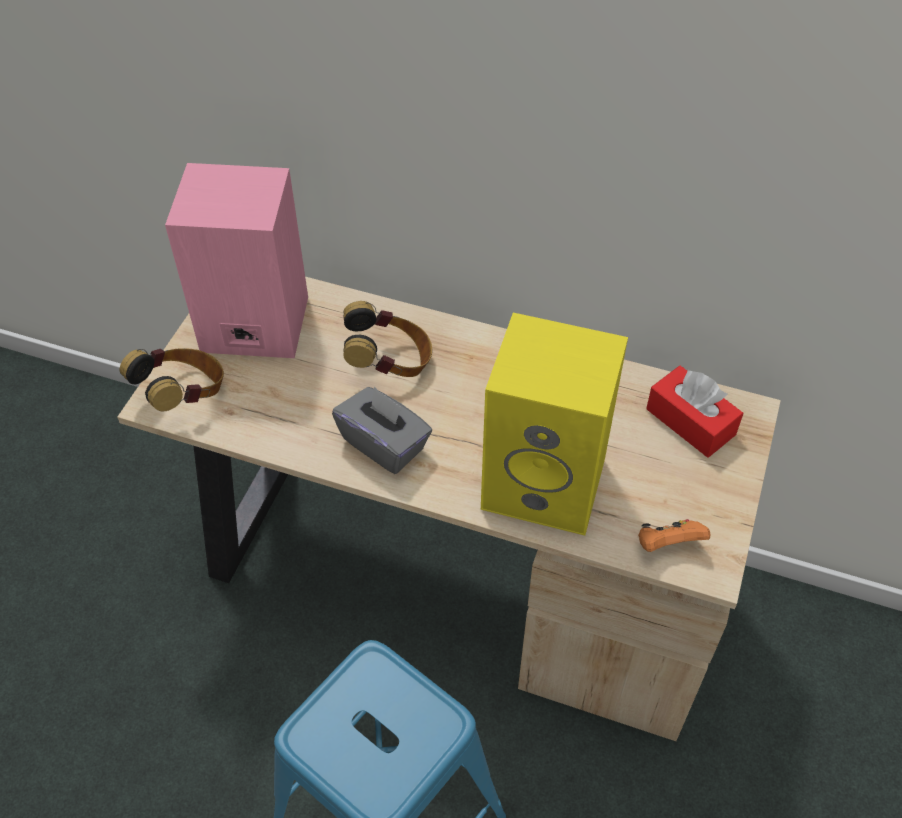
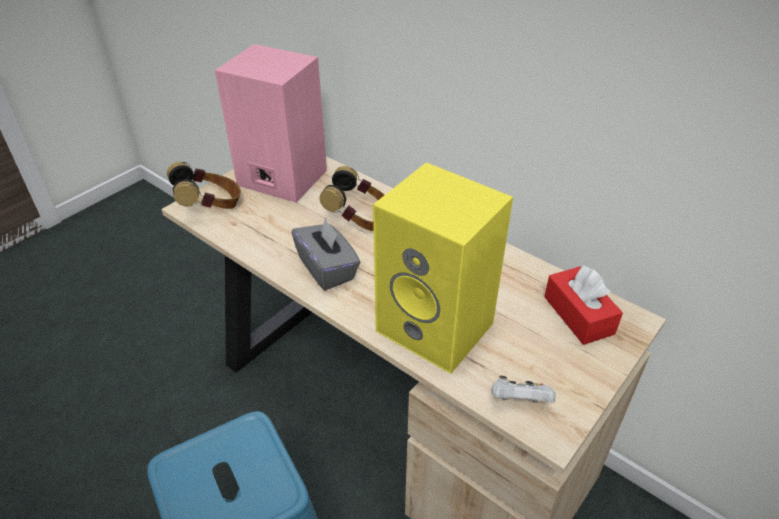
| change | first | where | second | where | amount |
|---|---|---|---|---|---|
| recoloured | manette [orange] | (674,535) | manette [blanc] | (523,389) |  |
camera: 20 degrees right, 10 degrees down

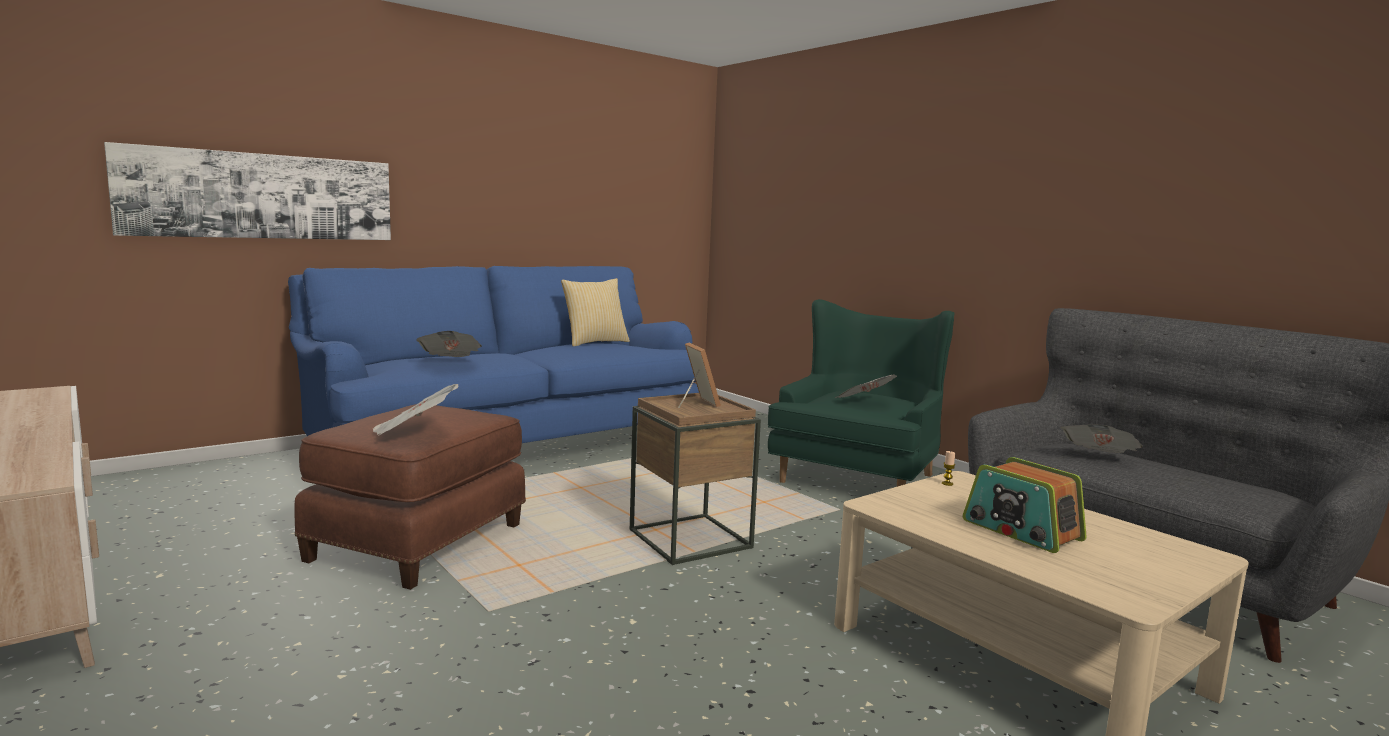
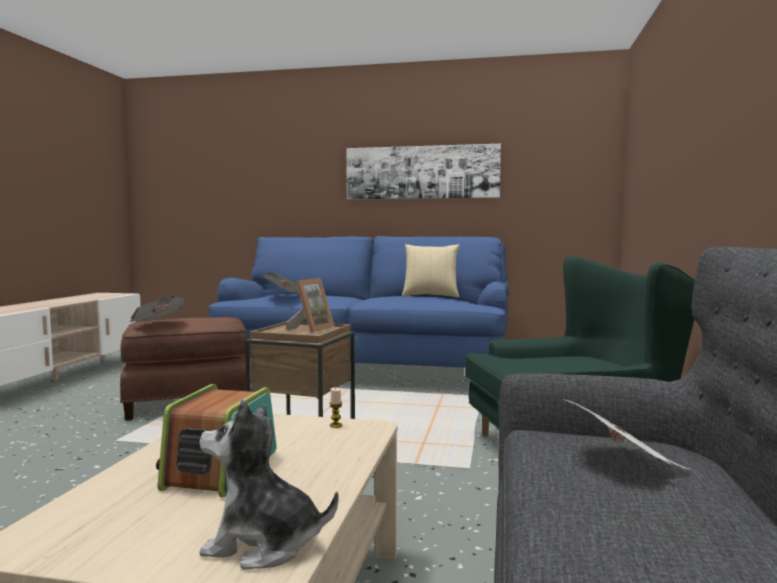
| change | first | where | second | where | amount |
|---|---|---|---|---|---|
| removed | journal | (866,386) |  |  |  |
| added |  |  | peluche | (269,485) |  |
| moved | tableau | (247,191) |  | (423,172) |  |
camera: 50 degrees right, 5 degrees down

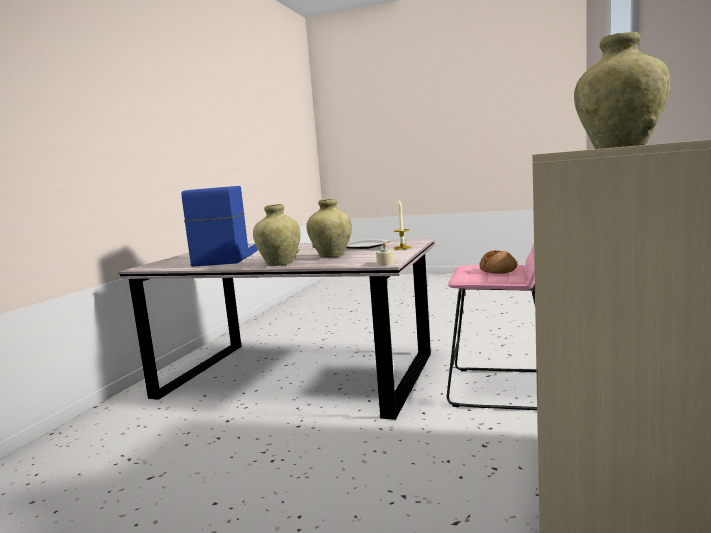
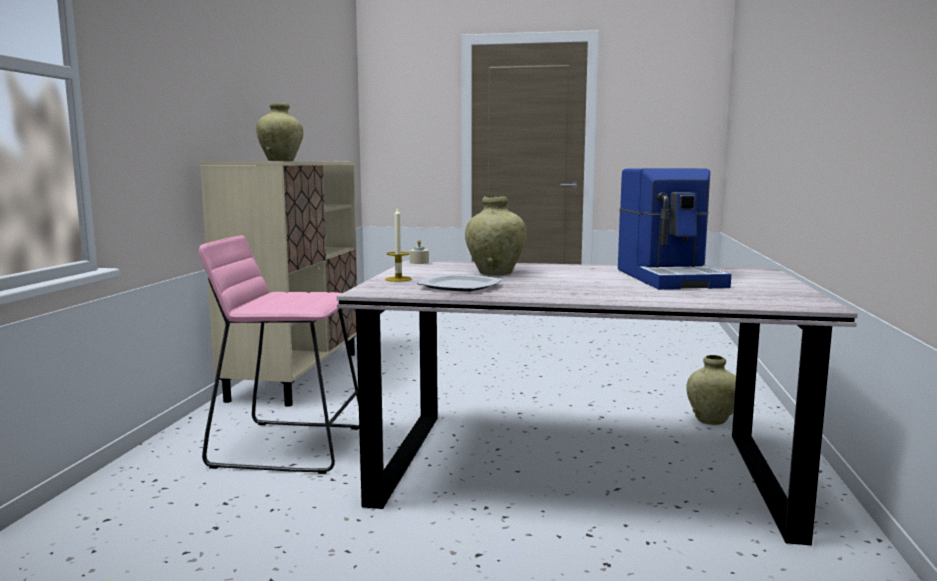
| change | first | where | second | where | amount |
|---|---|---|---|---|---|
| removed | pain | (498,262) |  |  |  |
| moved | vase [beige] | (277,235) |  | (711,390) |  |
camera: 170 degrees right, 0 degrees up

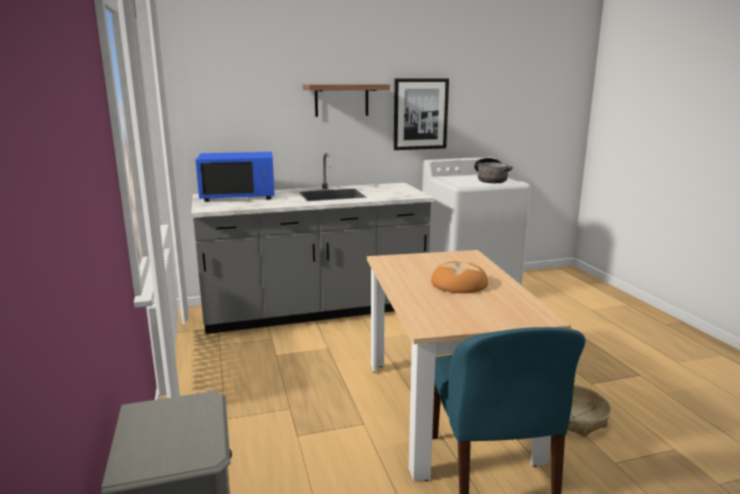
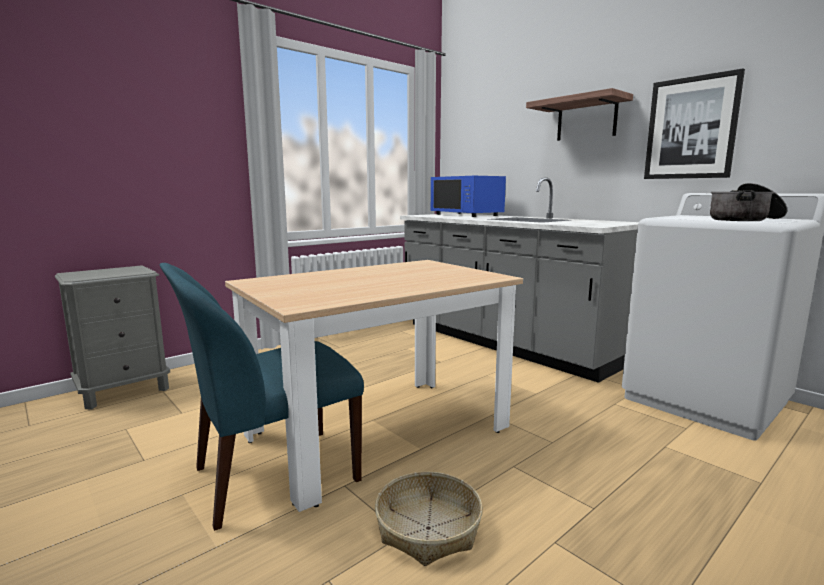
| change | first | where | second | where | amount |
|---|---|---|---|---|---|
| removed | pain | (459,277) |  |  |  |
camera: 65 degrees right, 5 degrees down

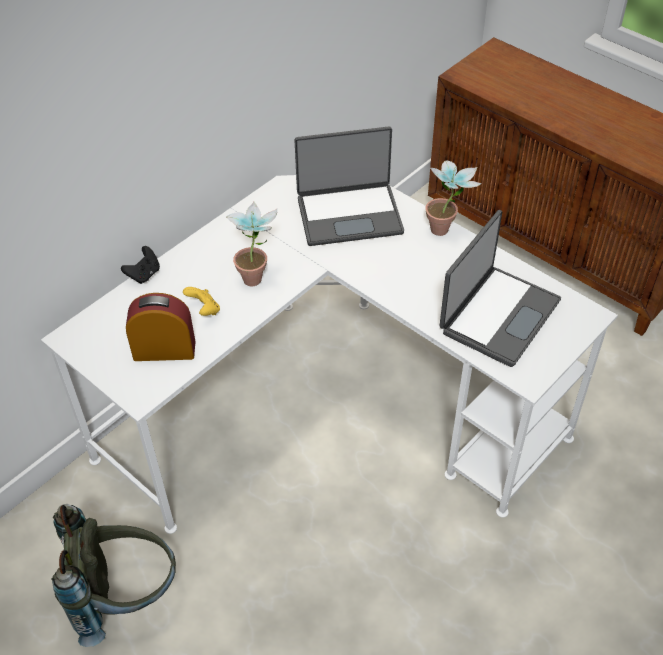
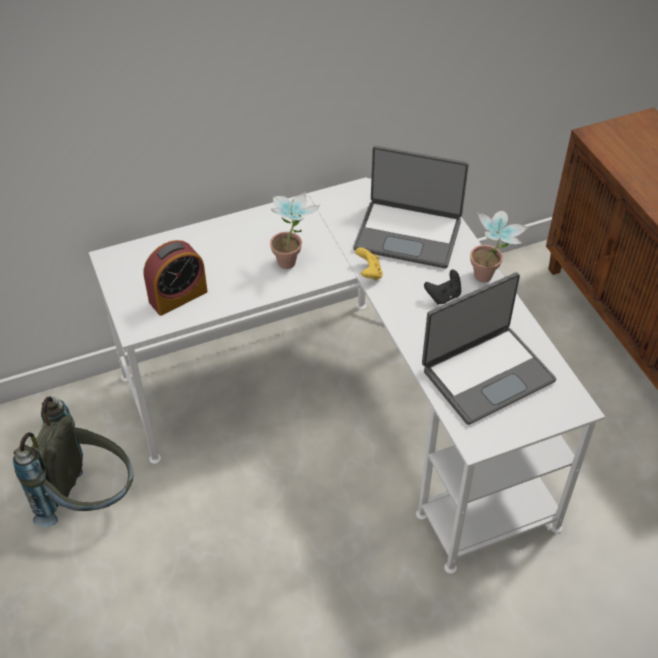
| change | first | where | second | where | amount |
|---|---|---|---|---|---|
| moved | manette [noir] | (140,265) |  | (442,287) |  |
| moved | manette [jaune] | (201,301) |  | (369,264) |  |
| turned | réveil | (161,327) |  | (175,278) | 120 degrees clockwise |
camera: 25 degrees right, 0 degrees up

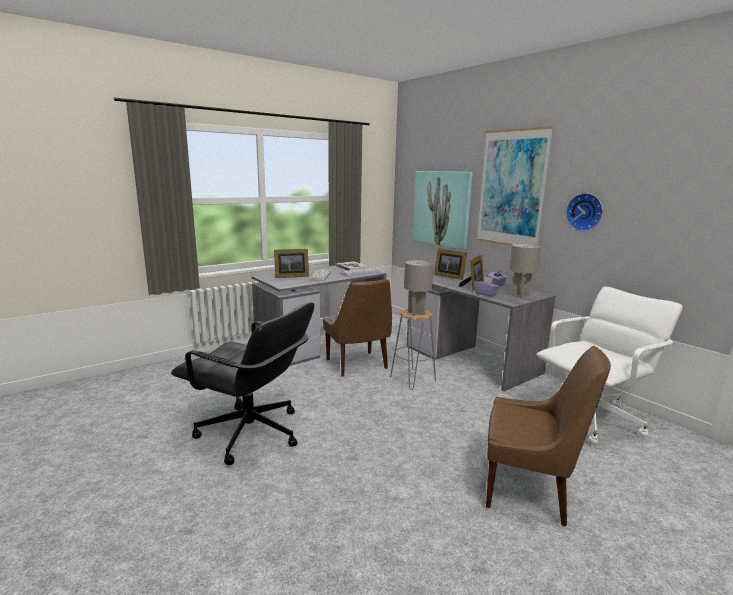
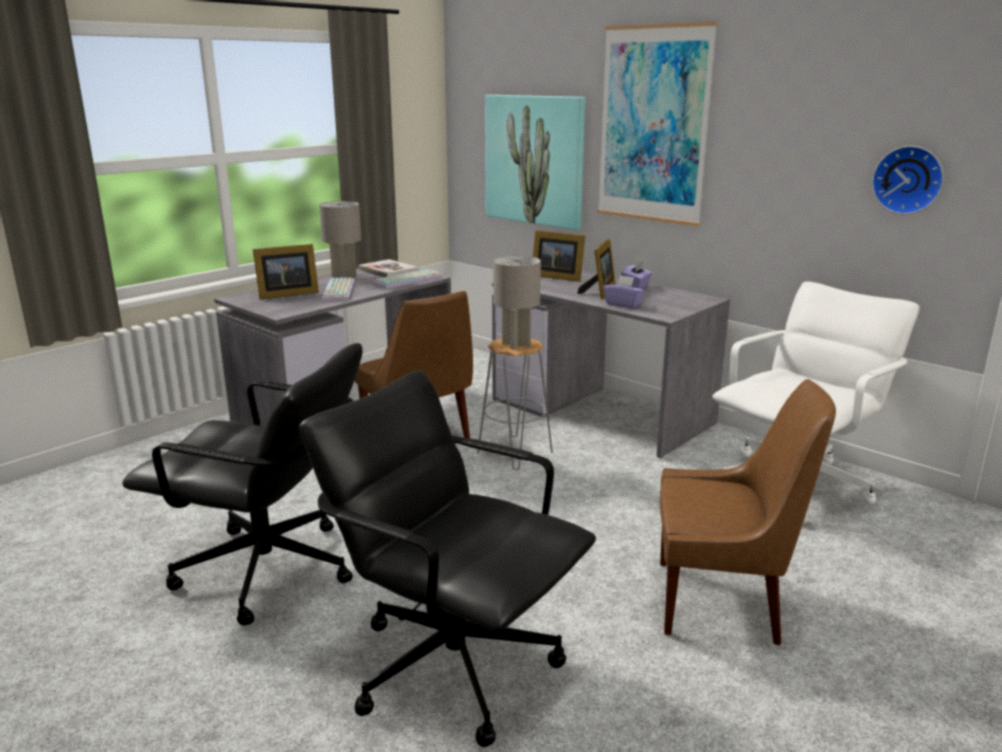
| change | first | where | second | where | amount |
|---|---|---|---|---|---|
| added |  |  | chaise de bureau [noir] | (447,558) |  |
| moved | lampe de table [gris] | (525,270) |  | (340,239) |  |
| moved | horloge murale | (584,212) |  | (908,180) |  |
camera: 10 degrees left, 5 degrees up

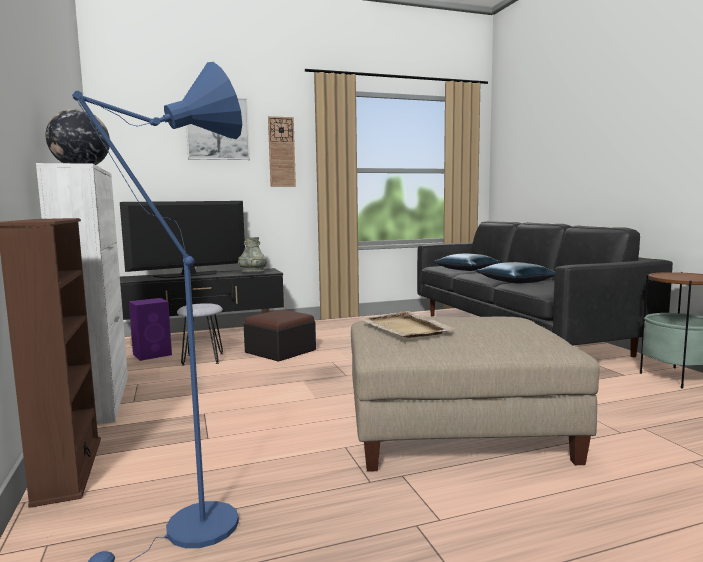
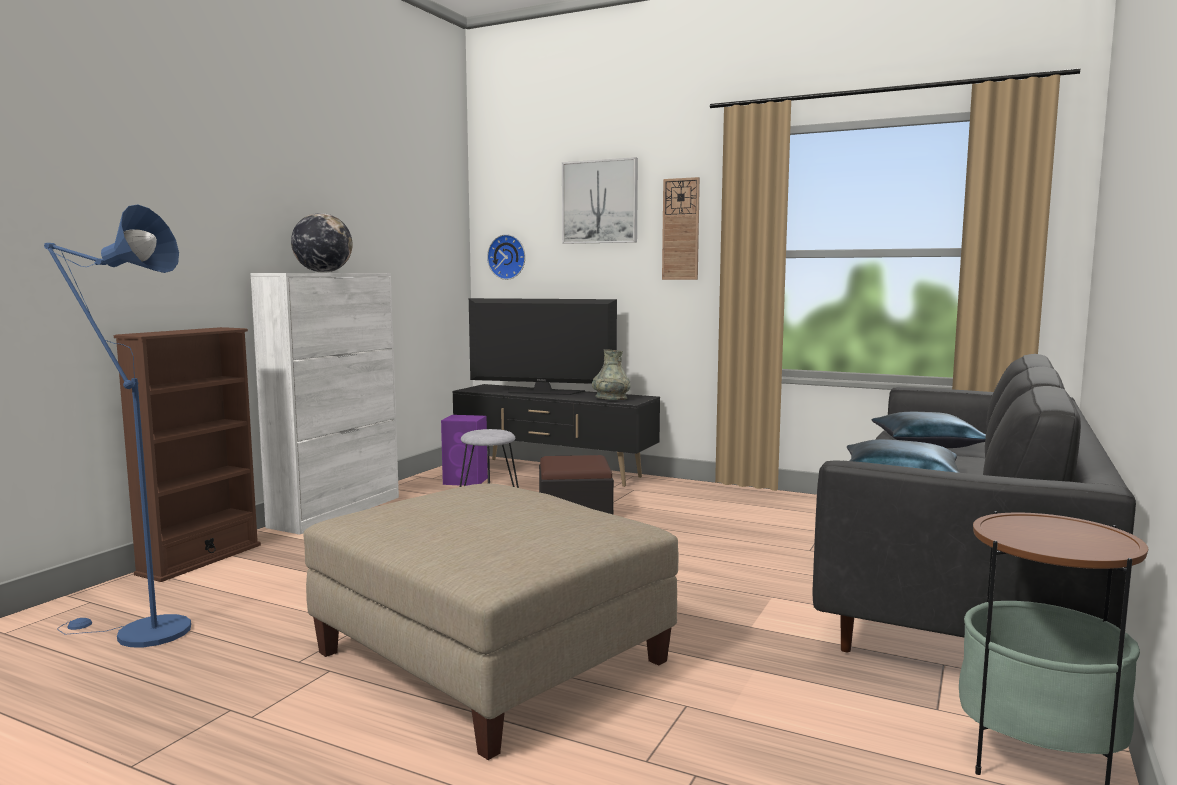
| change | first | where | second | where | amount |
|---|---|---|---|---|---|
| removed | plateau [beige] | (407,324) |  |  |  |
| added |  |  | horloge murale | (506,257) |  |
camera: 45 degrees right, 0 degrees up

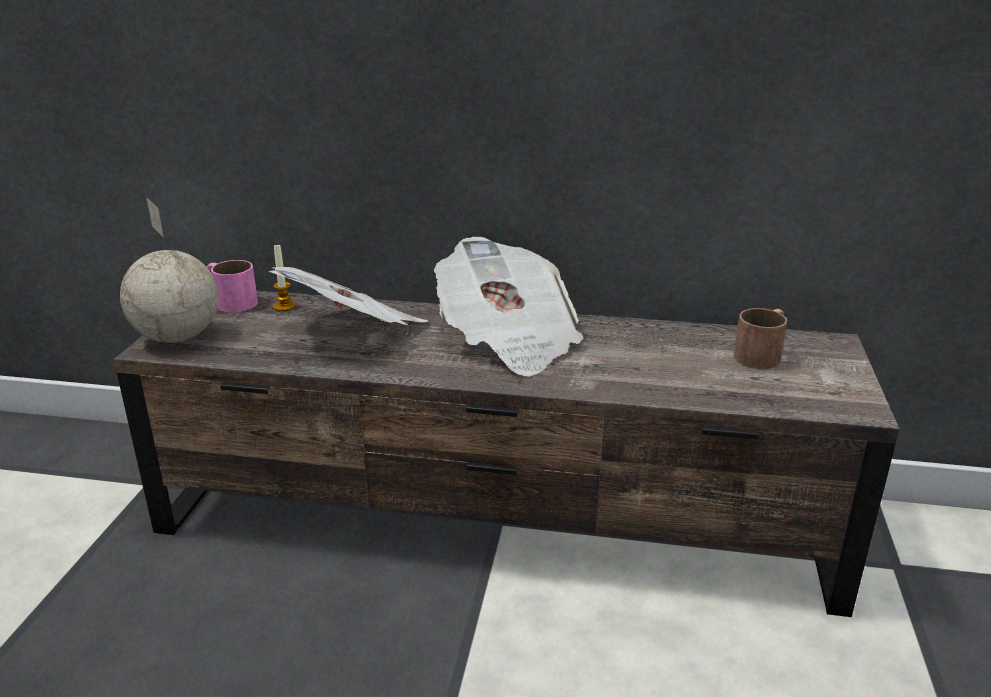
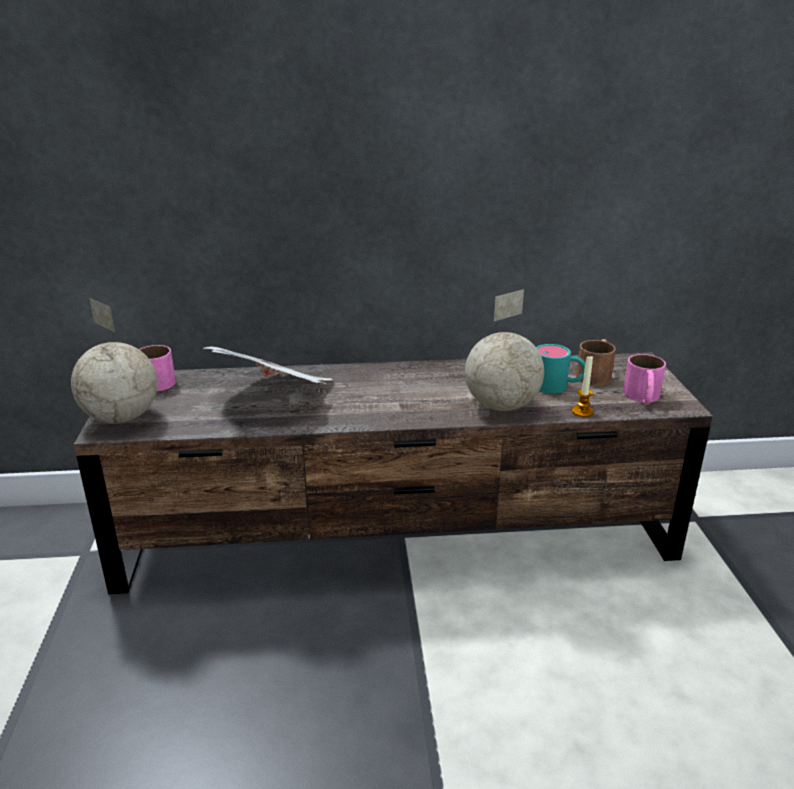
| change | first | where | second | where | amount |
|---|---|---|---|---|---|
| removed | journal | (509,307) |  |  |  |
| added |  |  | globe | (504,350) |  |
| added |  |  | mug [turquoise] | (560,369) |  |
| added |  |  | mug [rose] | (644,379) |  |
| moved | bougie | (284,278) |  | (583,386) |  |
camera: 15 degrees left, 0 degrees up

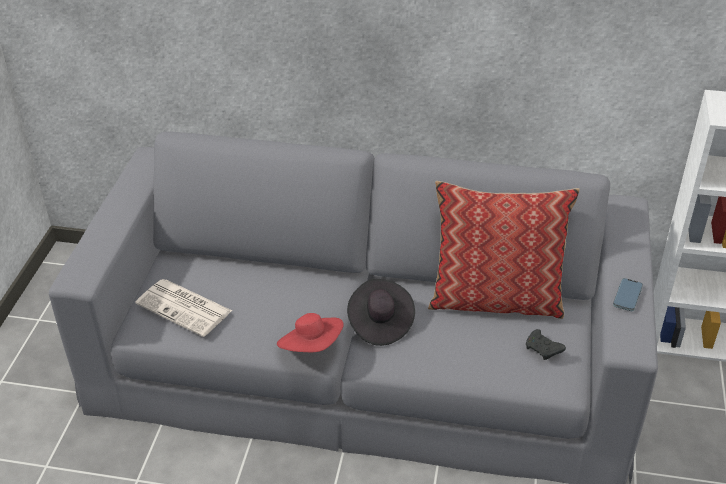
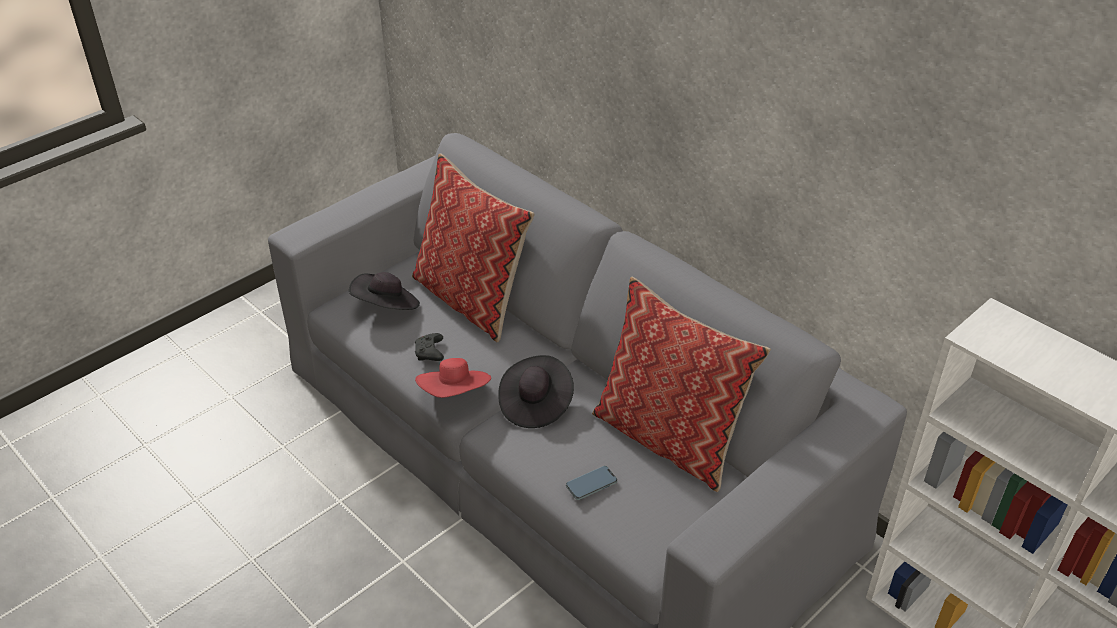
| change | first | where | second | where | amount |
|---|---|---|---|---|---|
| added |  |  | coussin | (473,247) |  |
| moved | manette [noir] | (546,344) |  | (429,347) |  |
| moved | téléphone | (628,294) |  | (591,483) |  |
| replaced | journal | (183,308) | chapeau [noir] | (384,291) |  |
camera: 35 degrees right, 0 degrees up

